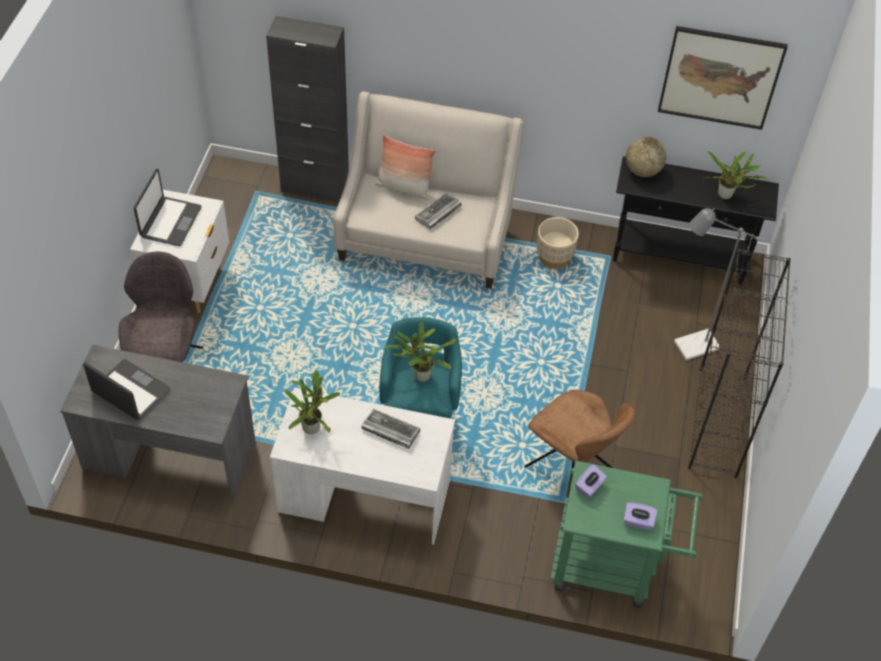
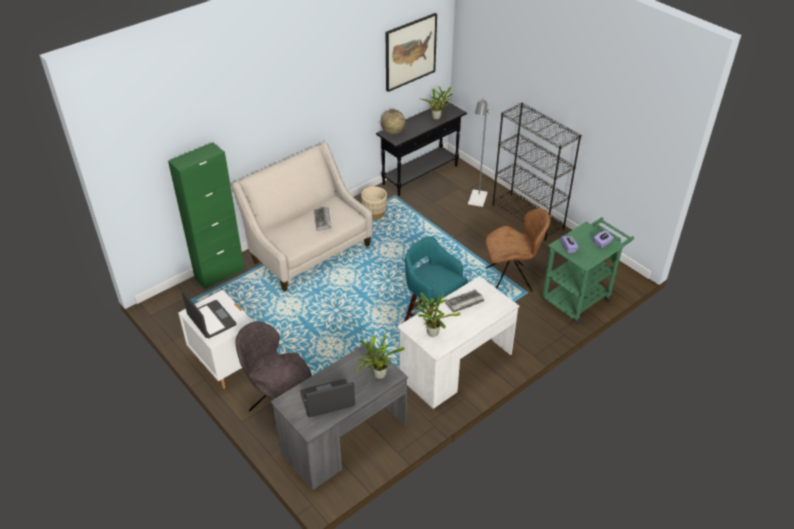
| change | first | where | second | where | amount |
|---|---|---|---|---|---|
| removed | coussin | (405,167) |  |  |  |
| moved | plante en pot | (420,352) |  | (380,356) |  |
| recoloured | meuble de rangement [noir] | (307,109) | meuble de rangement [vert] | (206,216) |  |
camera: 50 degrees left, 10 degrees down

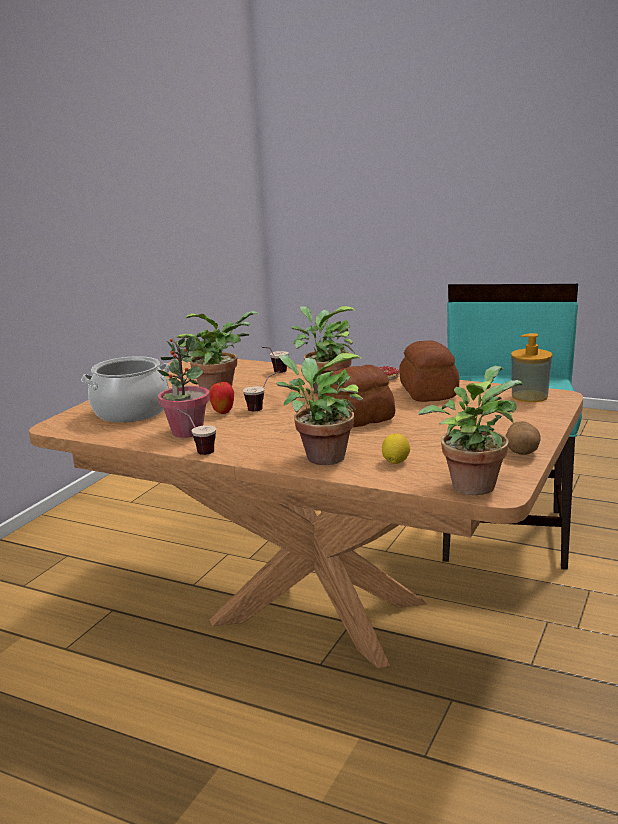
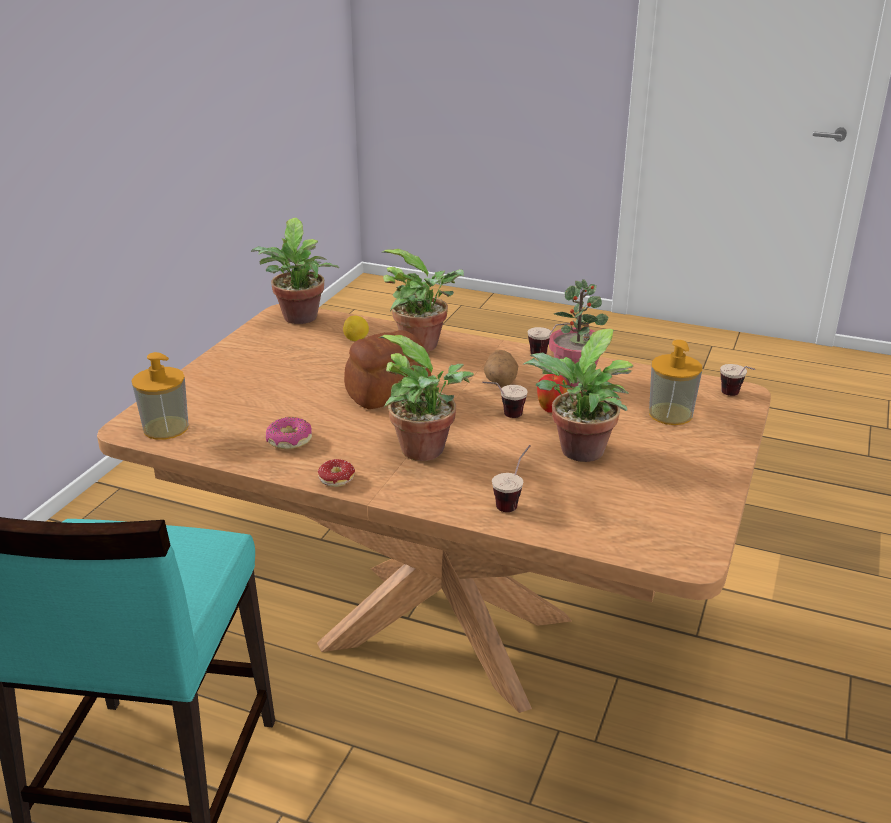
| change | first | where | second | where | amount |
|---|---|---|---|---|---|
| added |  |  | tasse | (737,380) |  |
| moved | pomme de terre | (523,438) |  | (501,368) |  |
| replaced | marmite | (125,389) | distributeur de savon | (675,382) |  |
| replaced | pain | (429,371) | beignet | (289,433) |  |
camera: 175 degrees right, 10 degrees up

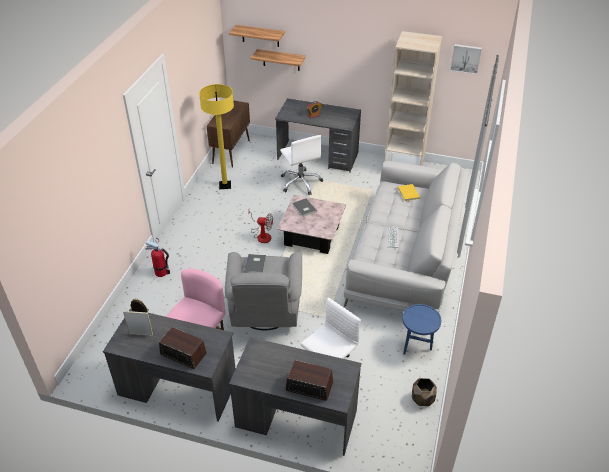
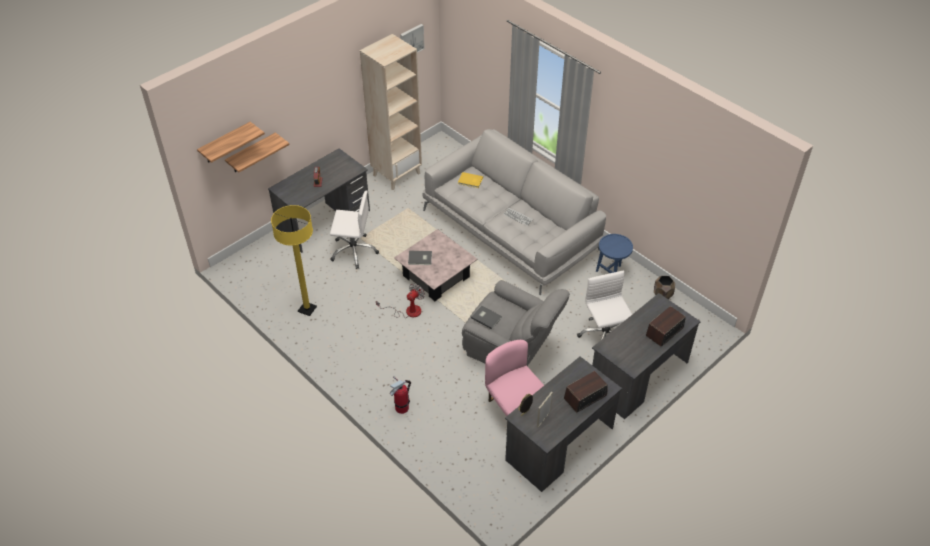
| change | first | where | second | where | amount |
|---|---|---|---|---|---|
| removed | meuble de rangement [marron] | (228,134) |  |  |  |
camera: 60 degrees left, 5 degrees up

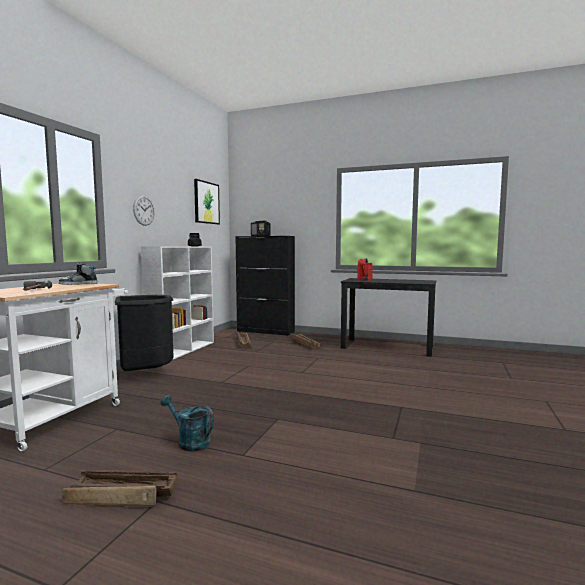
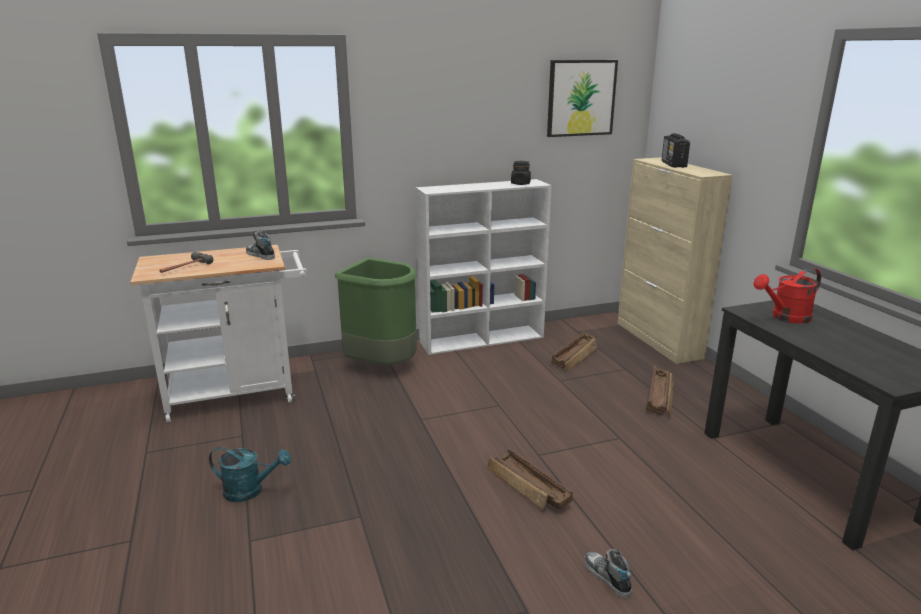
| change | first | where | second | where | amount |
|---|---|---|---|---|---|
| removed | horloge murale | (144,210) |  |  |  |
| added |  |  | chaussure | (608,573) |  |
| moved | caisse | (120,488) |  | (530,480) |  |
| recoloured | poubelle [noir] | (144,333) | poubelle [vert] | (376,311) |  |
| recoloured | meuble de rangement [noir] | (265,286) | meuble de rangement [beige] | (675,260) |  |
| turned | arrosoir [turquoise] | (187,423) |  | (250,474) | 105 degrees clockwise |
camera: 50 degrees right, 15 degrees up

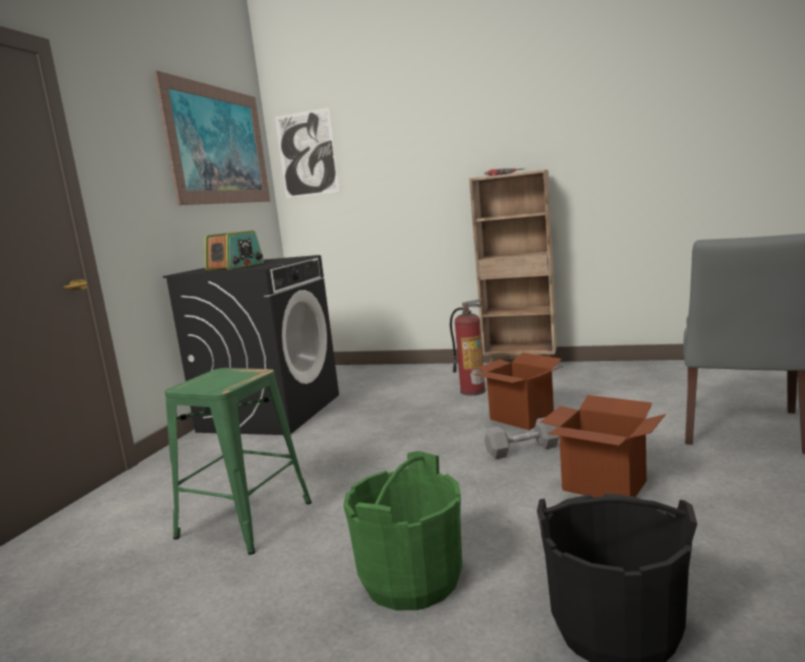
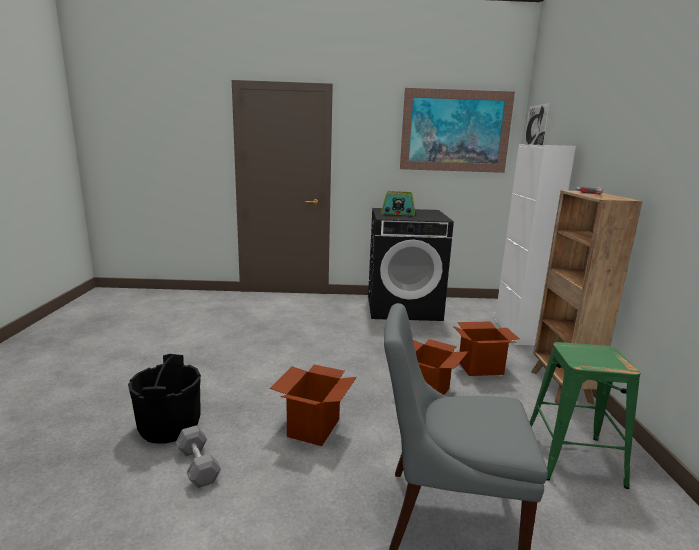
| change | first | where | second | where | amount |
|---|---|---|---|---|---|
| removed | seau [vert] | (402,530) |  |  |  |
| added |  |  | meuble de rangement [blanc] | (535,244) |  |
| moved | tabouret [vert] | (238,461) |  | (585,415) |  |
| moved | haltère [gris] | (521,438) |  | (198,456) |  |
| replaced | extincteur | (468,347) | carton | (486,349) |  |
camera: 70 degrees right, 5 degrees up

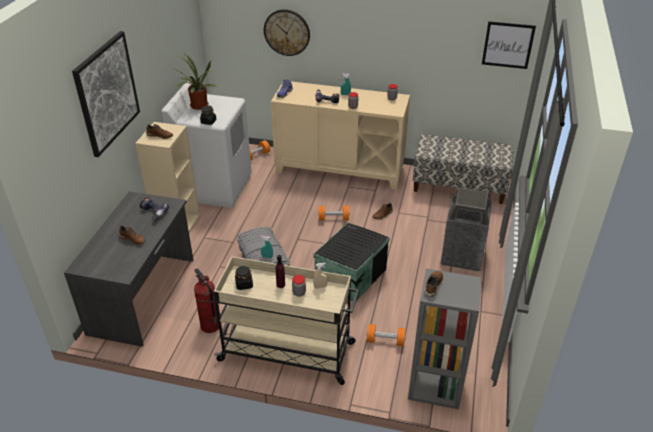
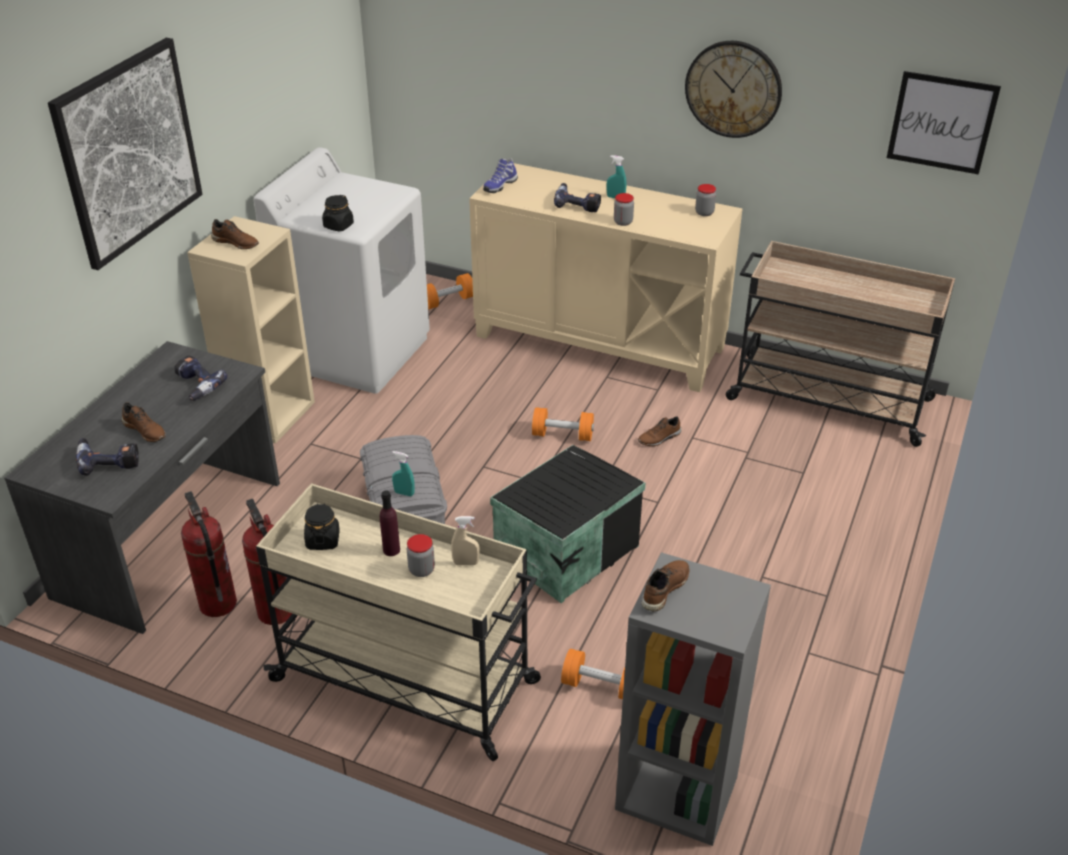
| change | first | where | second | where | amount |
|---|---|---|---|---|---|
| removed | plante en pot | (193,82) |  |  |  |
| removed | poubelle | (466,229) |  |  |  |
| added |  |  | perceuse | (107,457) |  |
| added |  |  | extincteur | (209,554) |  |
| moved | horloge murale | (287,32) |  | (733,89) |  |
| replaced | banc | (463,169) | chariot [beige] | (840,344) |  |
camera: 10 degrees right, 0 degrees up

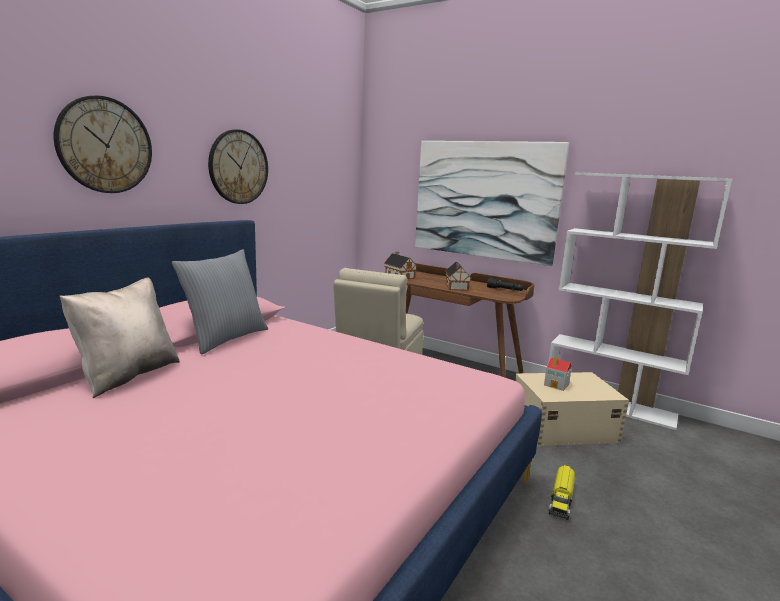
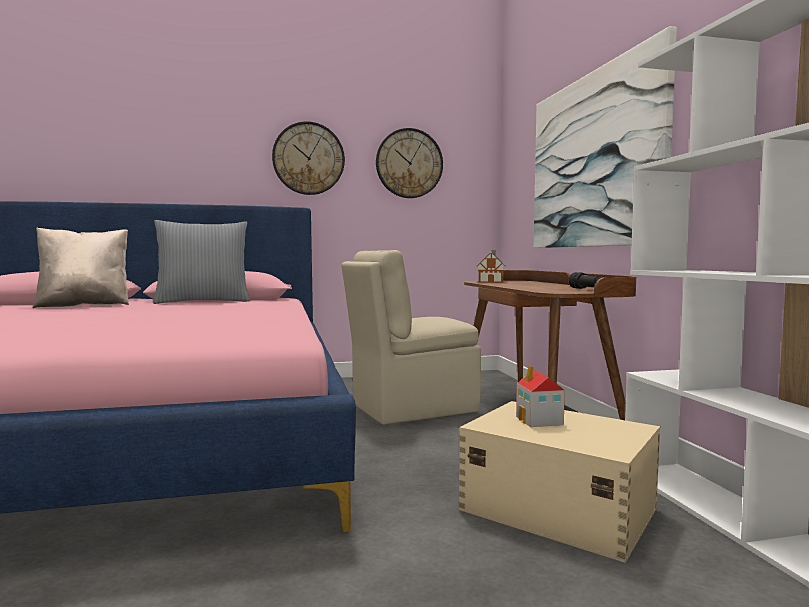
| change | first | where | second | where | amount |
|---|---|---|---|---|---|
| removed | maison miniature | (458,276) |  |  |  |
| removed | camion jouet | (562,492) |  |  |  |
| moved | horloge murale | (103,144) |  | (409,163) |  |
camera: 45 degrees right, 10 degrees down

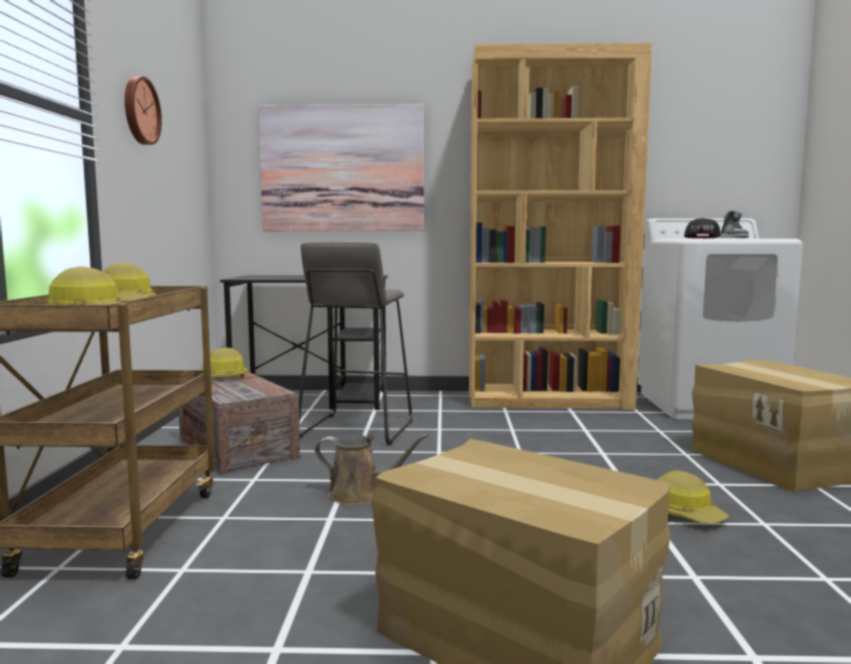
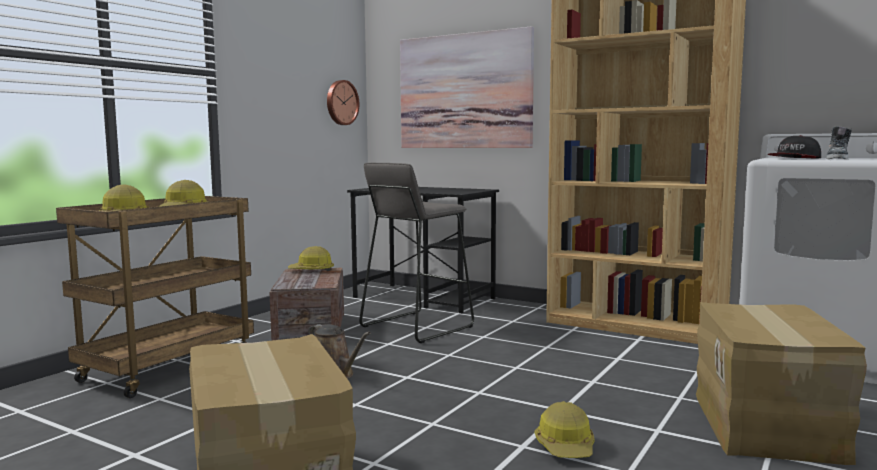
| change | first | where | second | where | amount |
|---|---|---|---|---|---|
| moved | horloge murale | (143,110) |  | (343,102) |  |
camera: 30 degrees right, 0 degrees up

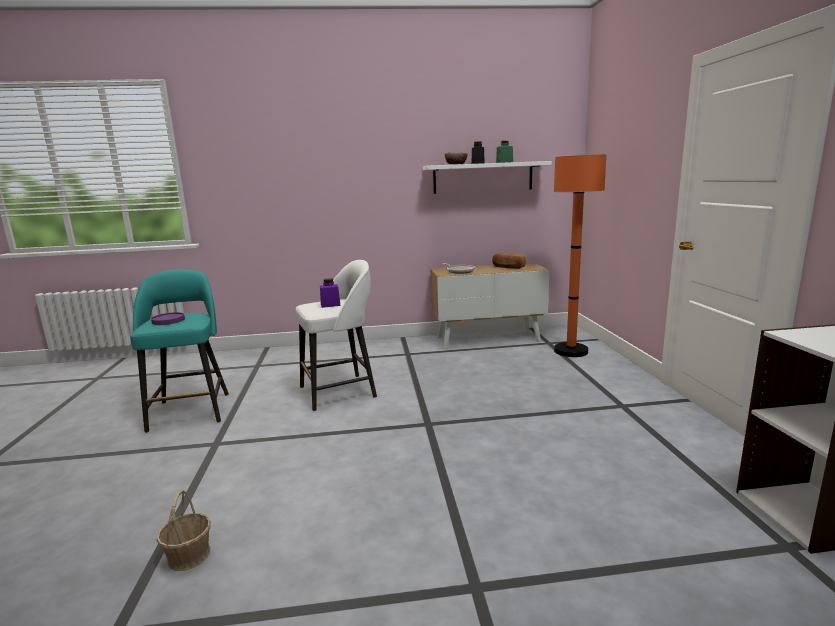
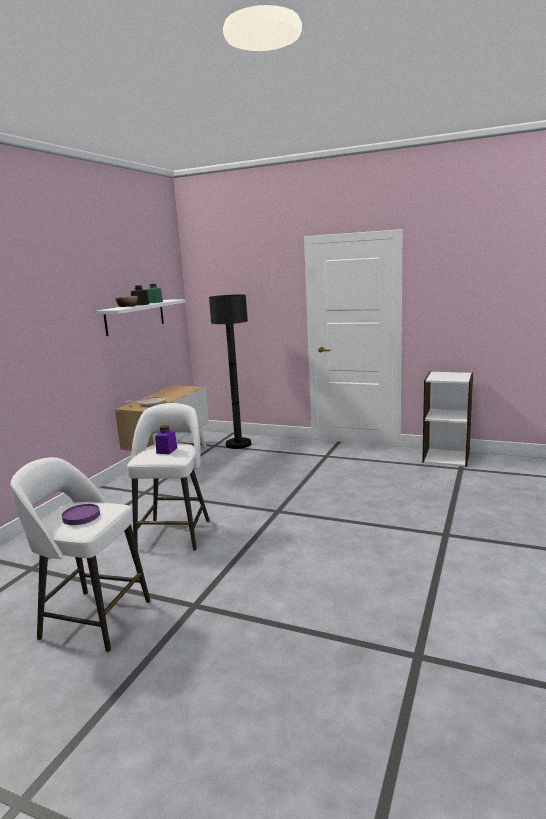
| change | first | where | second | where | amount |
|---|---|---|---|---|---|
| removed | panier | (184,530) |  |  |  |
| removed | pain | (509,261) |  |  |  |
| recoloured | tabouret [turquoise] | (179,351) | tabouret [blanc] | (80,554) |  |
| recoloured | lampadaire [orange] | (580,256) | lampadaire [noir] | (230,371) |  |
camera: 60 degrees left, 0 degrees up

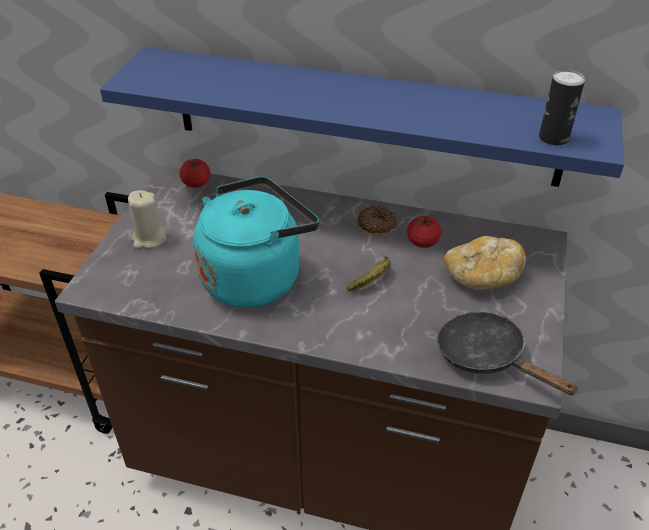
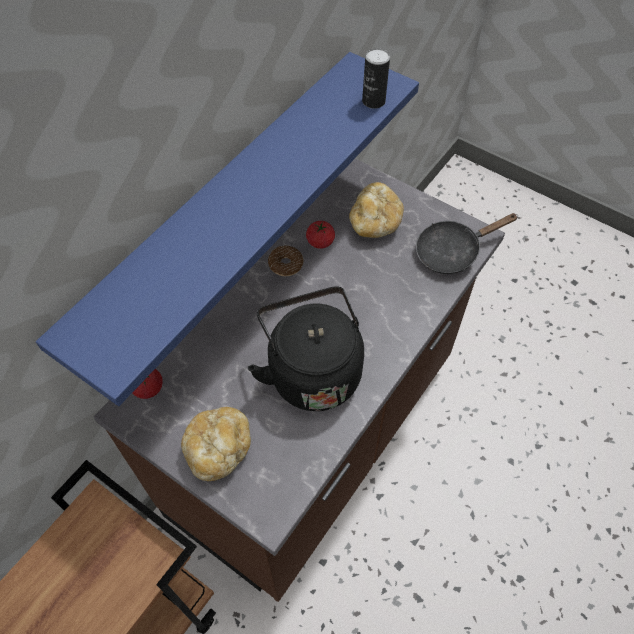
| change | first | where | second | where | amount |
|---|---|---|---|---|---|
| removed | banane | (369,273) |  |  |  |
| replaced | bougie [beige] | (147,219) | pain | (216,444) |  |
| recoloured | bouilloire [turquoise] | (256,242) | bouilloire [noir] | (306,348) |  |
camera: 70 degrees left, 15 degrees up

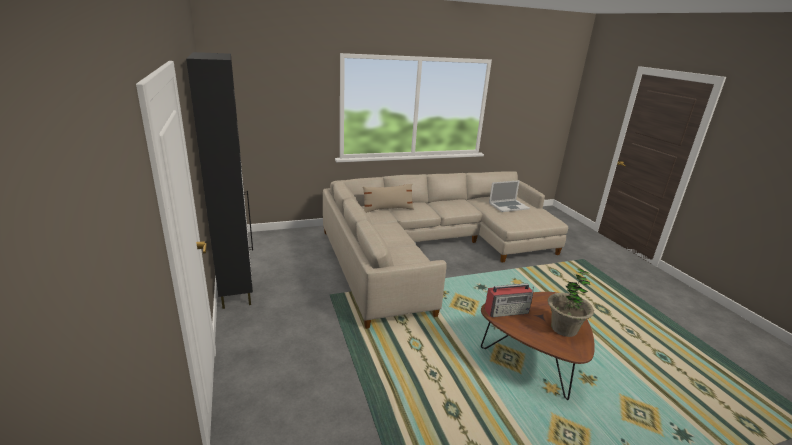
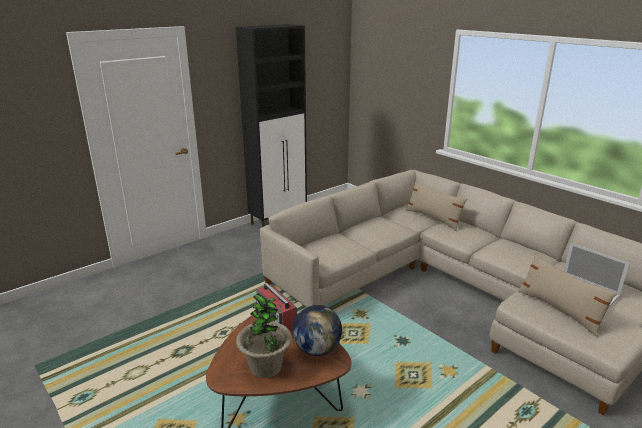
| change | first | where | second | where | amount |
|---|---|---|---|---|---|
| added |  |  | globe | (317,330) |  |
| added |  |  | coussin [beige] | (567,296) |  |
camera: 70 degrees right, 0 degrees up

